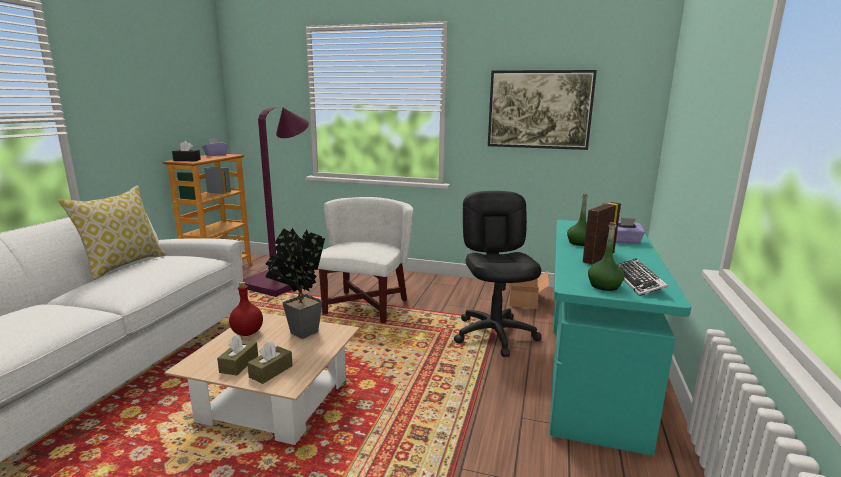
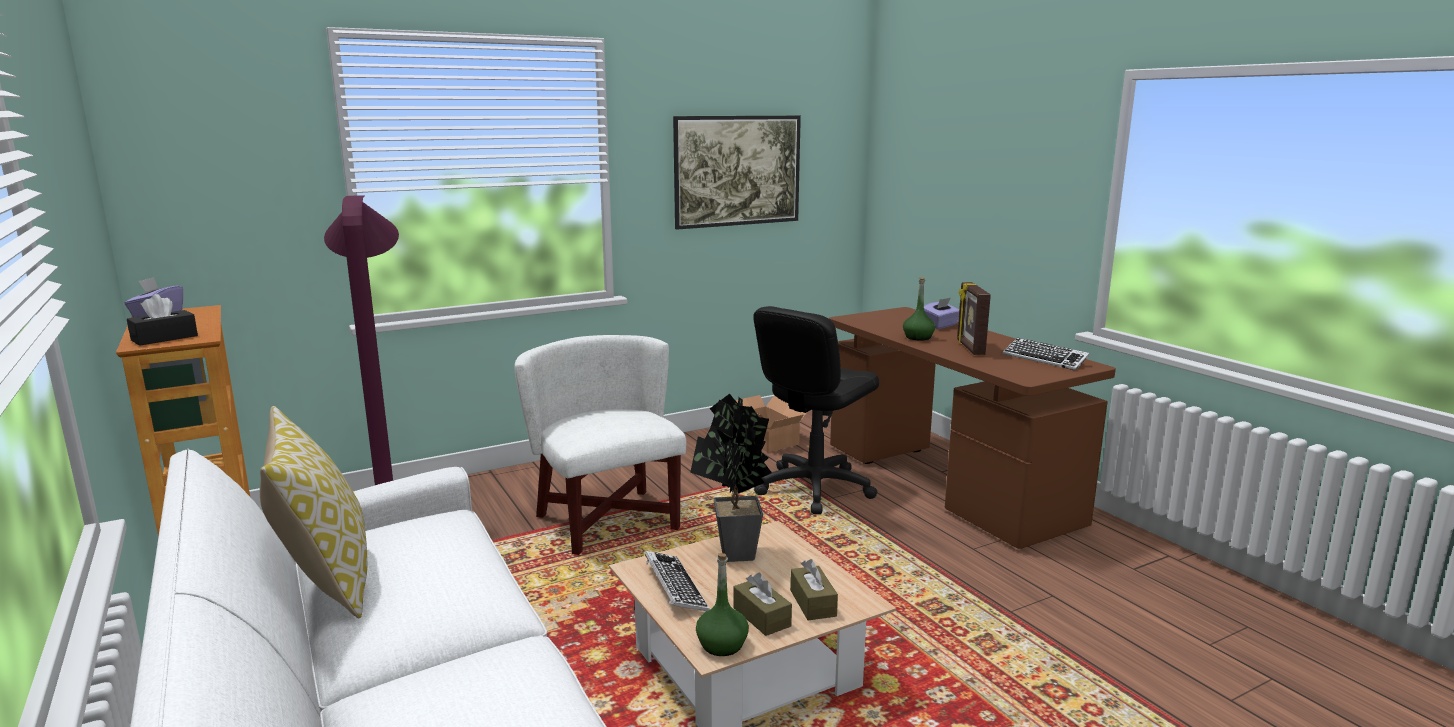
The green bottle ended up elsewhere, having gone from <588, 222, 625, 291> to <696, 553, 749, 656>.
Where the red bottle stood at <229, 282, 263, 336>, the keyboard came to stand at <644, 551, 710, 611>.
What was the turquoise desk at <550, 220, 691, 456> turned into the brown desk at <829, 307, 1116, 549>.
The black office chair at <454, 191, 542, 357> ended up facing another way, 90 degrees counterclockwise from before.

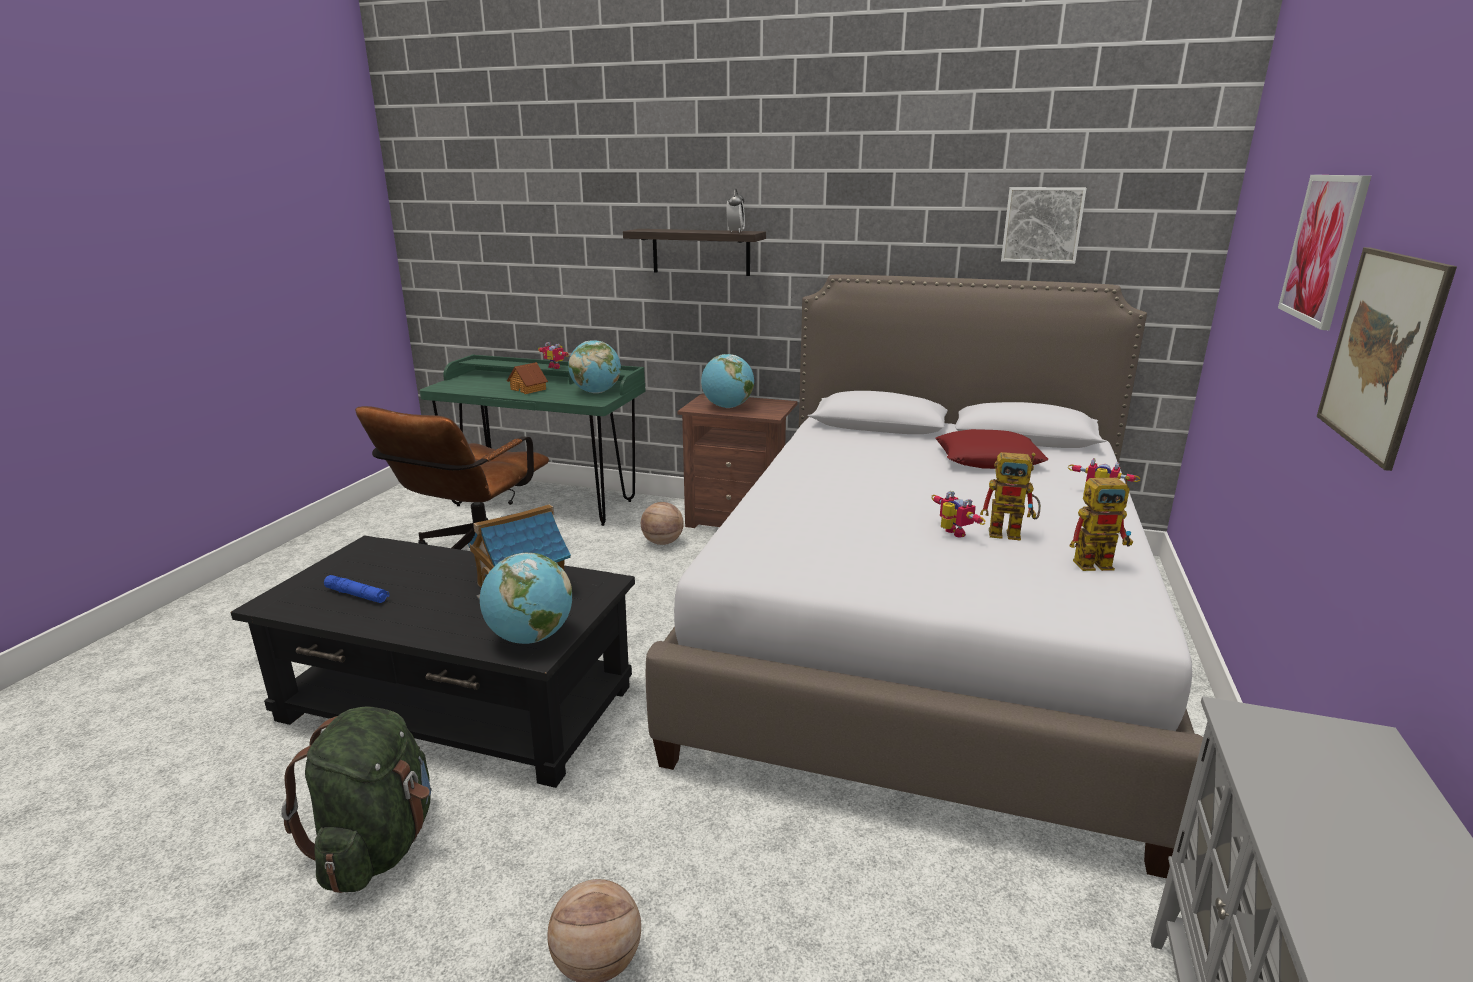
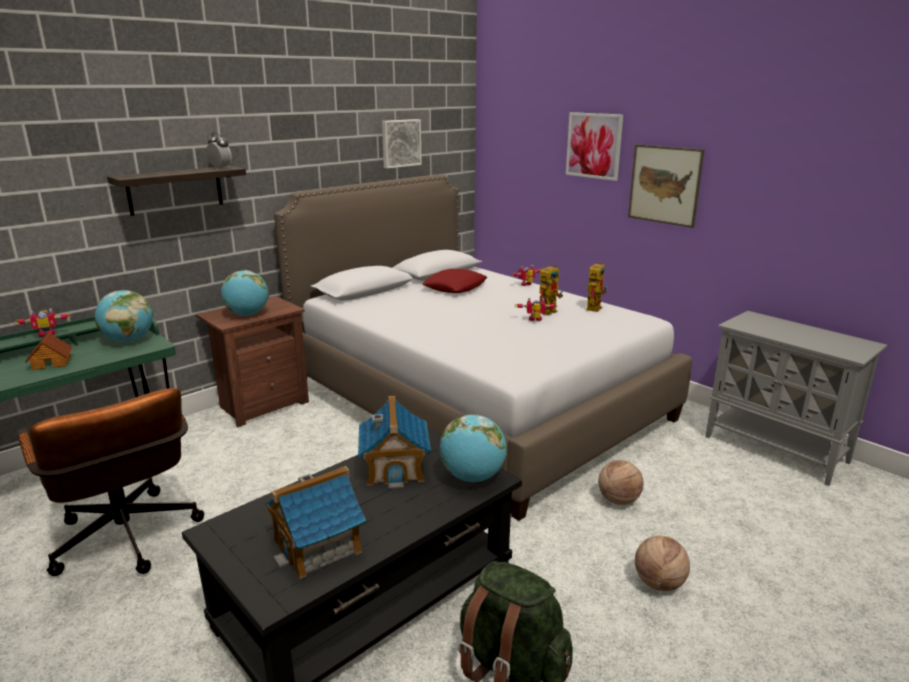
The basketball ended up elsewhere, having gone from <641, 502, 684, 545> to <598, 460, 644, 505>.
Where the blue flashlight stood at <324, 575, 389, 603>, the toy house came to stand at <266, 466, 366, 579>.

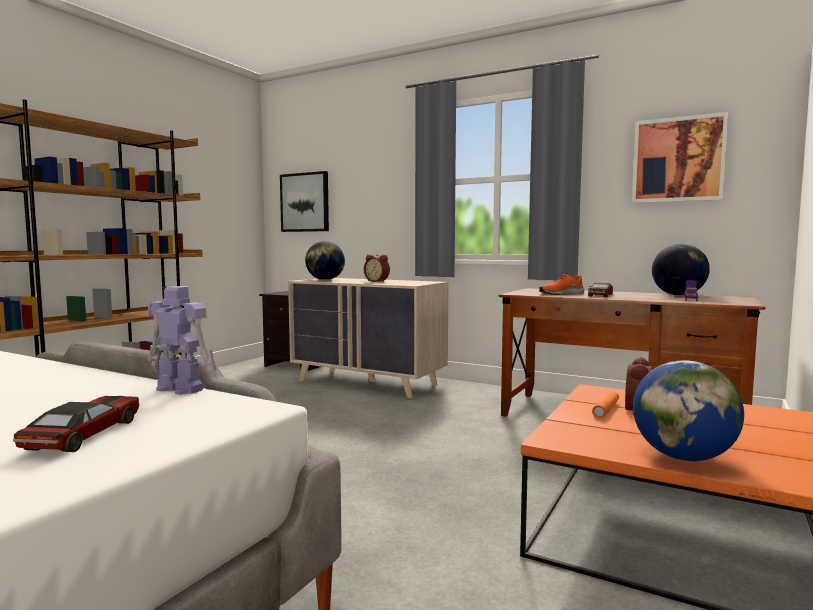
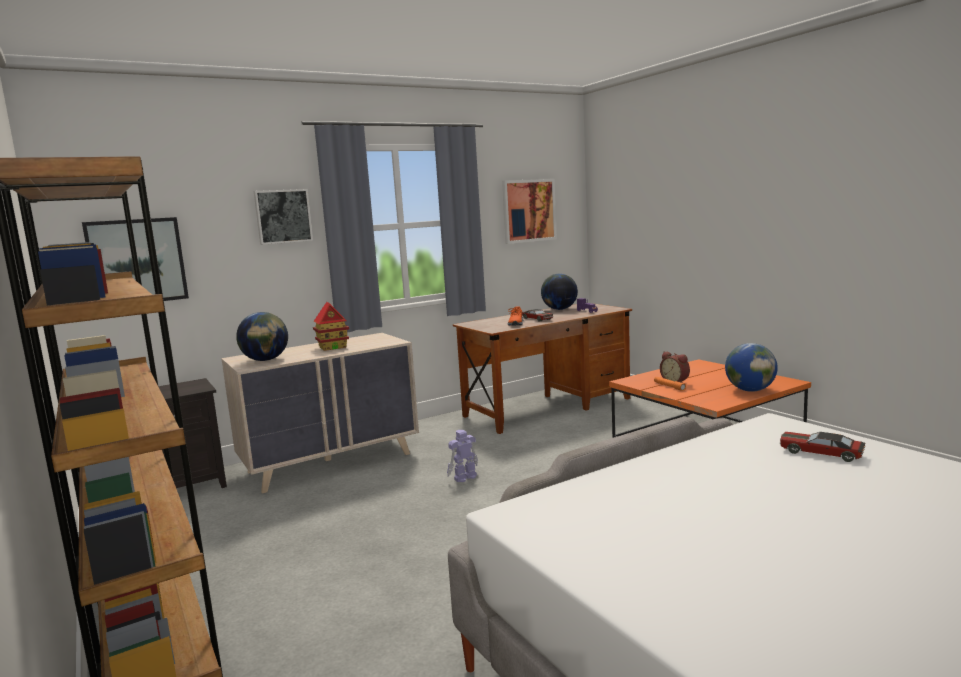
The second view gained the picture at <254, 189, 313, 245>.
The toy robot ended up elsewhere, having gone from <148, 286, 217, 395> to <447, 430, 478, 482>.
Where the alarm clock stood at <364, 255, 390, 282>, the toy house came to stand at <313, 302, 349, 351>.

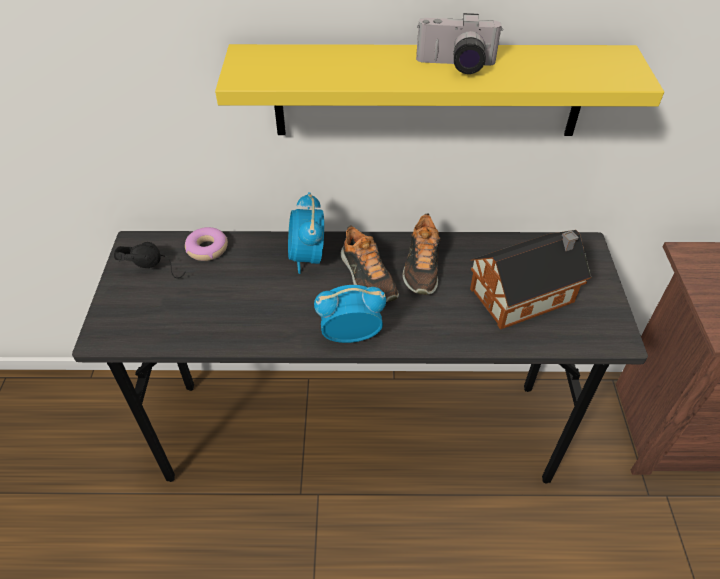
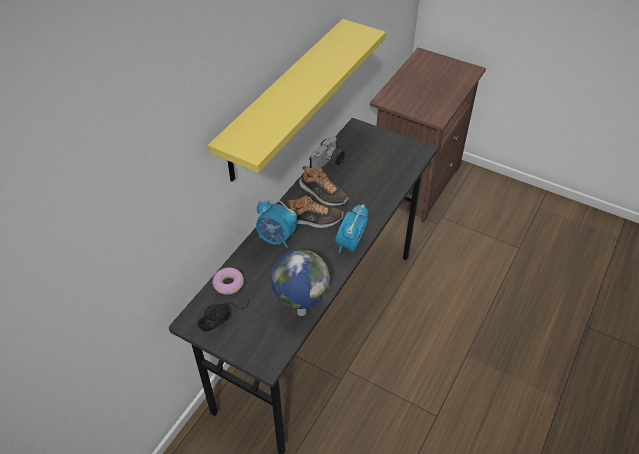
The second view lost the toy house at <470, 230, 591, 329>.
The second view gained the globe at <271, 249, 330, 316>.
The photo camera ended up elsewhere, having gone from <416, 13, 503, 74> to <309, 136, 345, 169>.

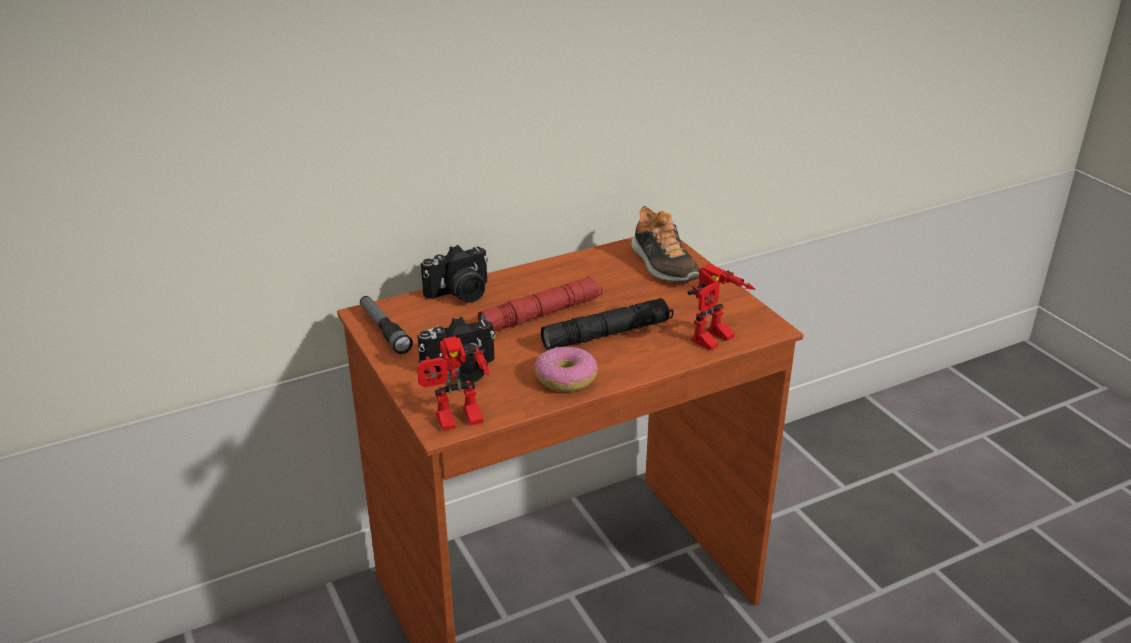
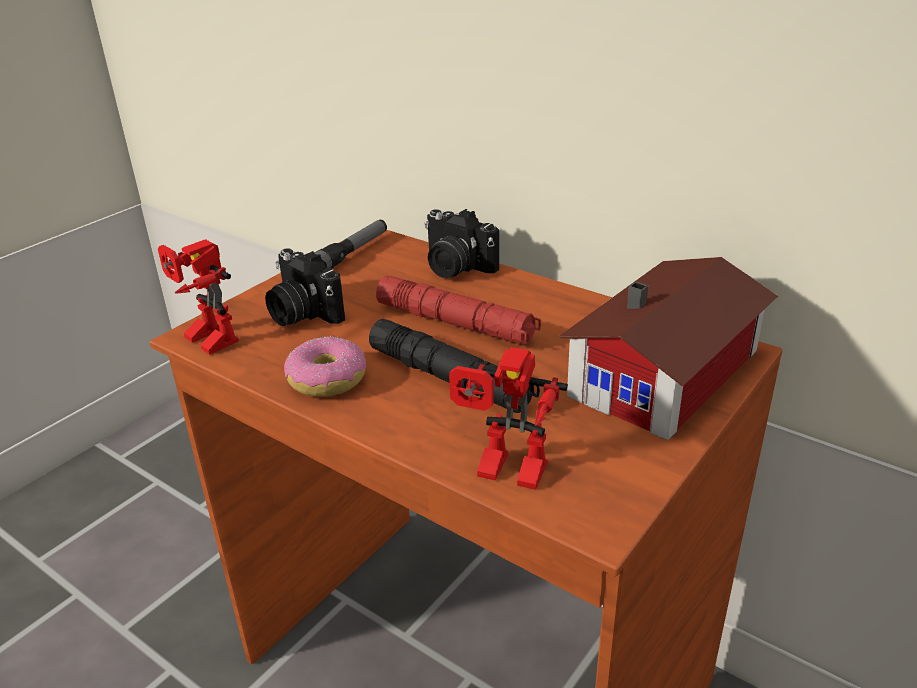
Where the shoe stood at <631, 206, 699, 282>, the toy house came to stand at <559, 257, 778, 440>.

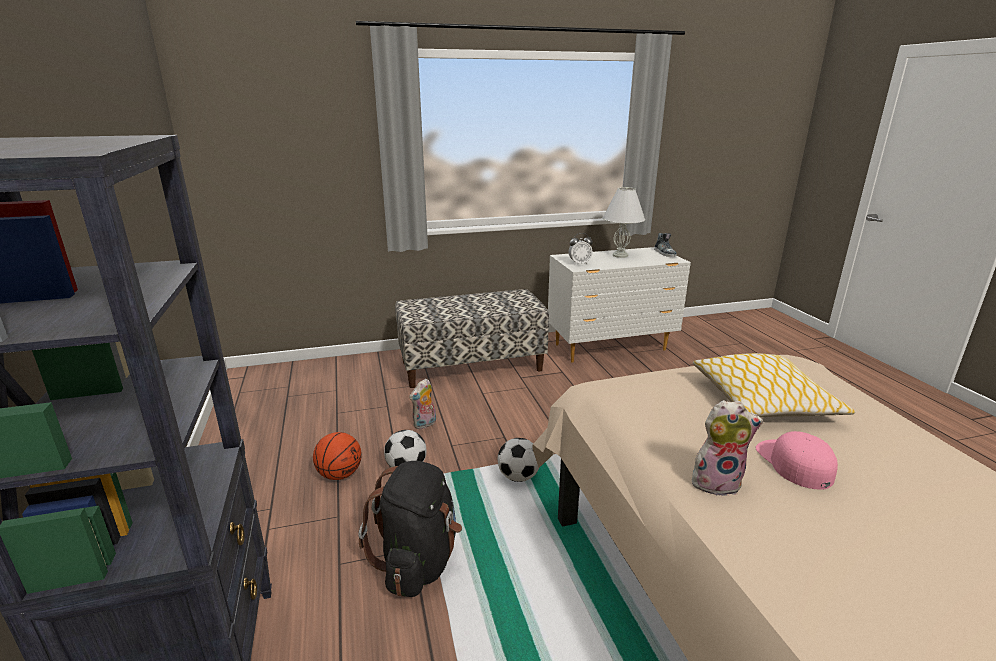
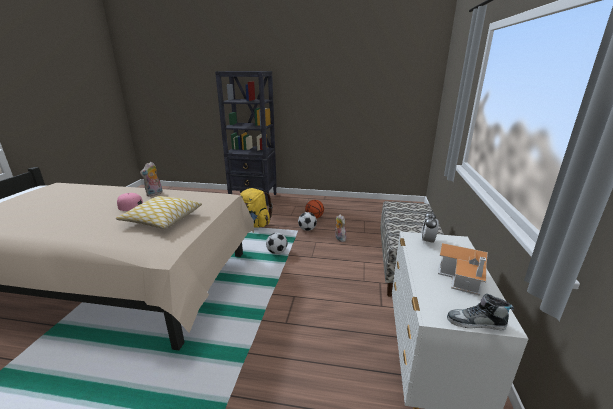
Where the white table lamp stood at <603, 187, 645, 258>, the toy house came to stand at <438, 243, 488, 296>.
What was the black backpack at <358, 461, 462, 597> turned into the yellow backpack at <240, 188, 273, 228>.

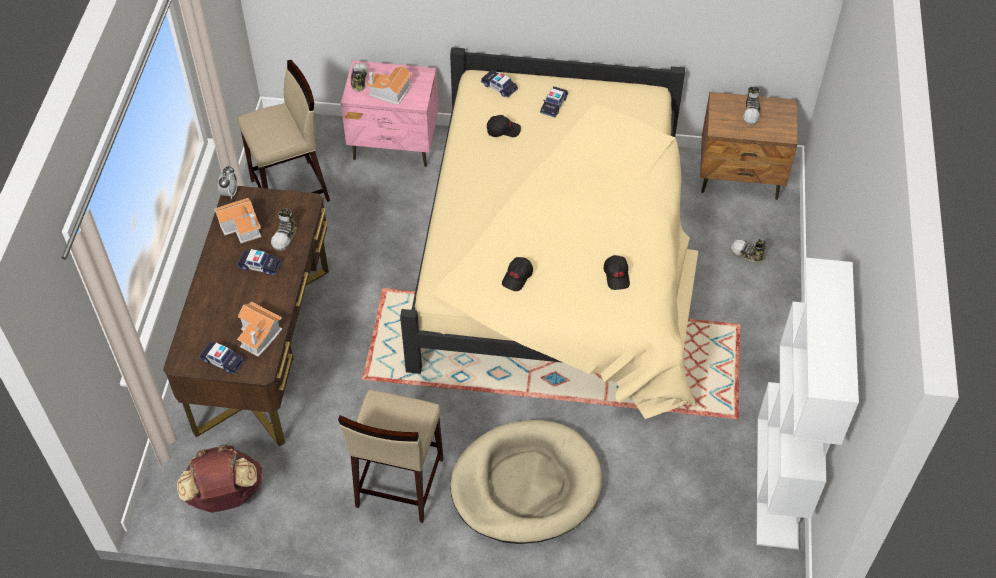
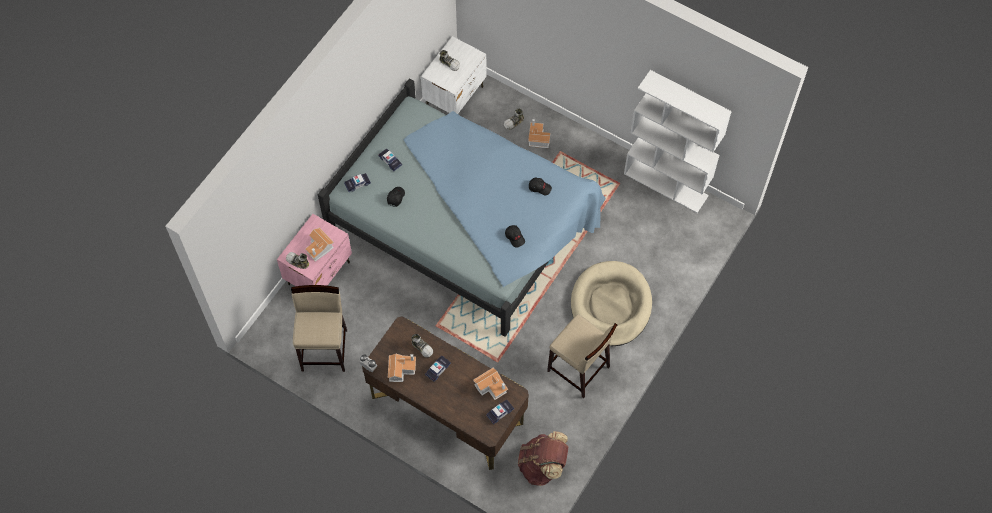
The second view gained the toy house at <528, 119, 551, 148>.
What was the beige bed at <400, 47, 698, 419> turned into the blue bed at <318, 78, 606, 337>.
What was the brown nightstand at <700, 92, 798, 200> turned into the white nightstand at <421, 36, 487, 114>.

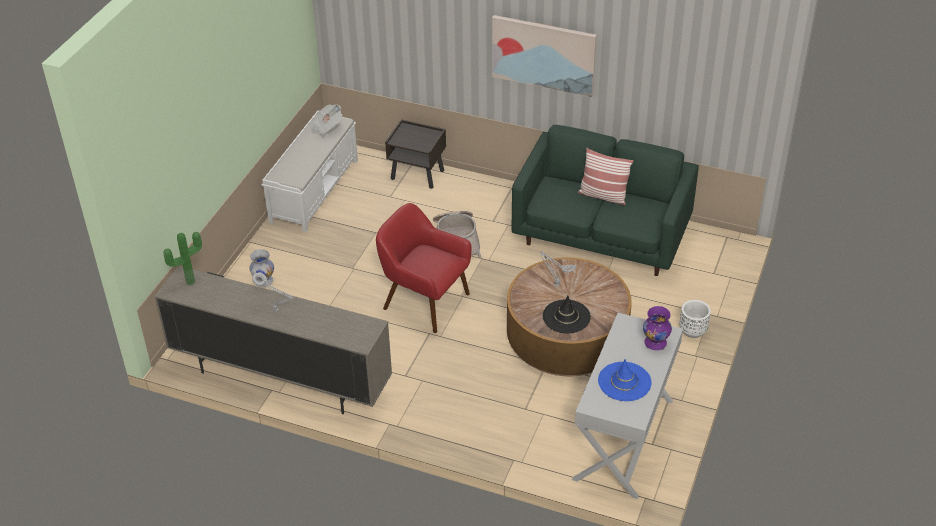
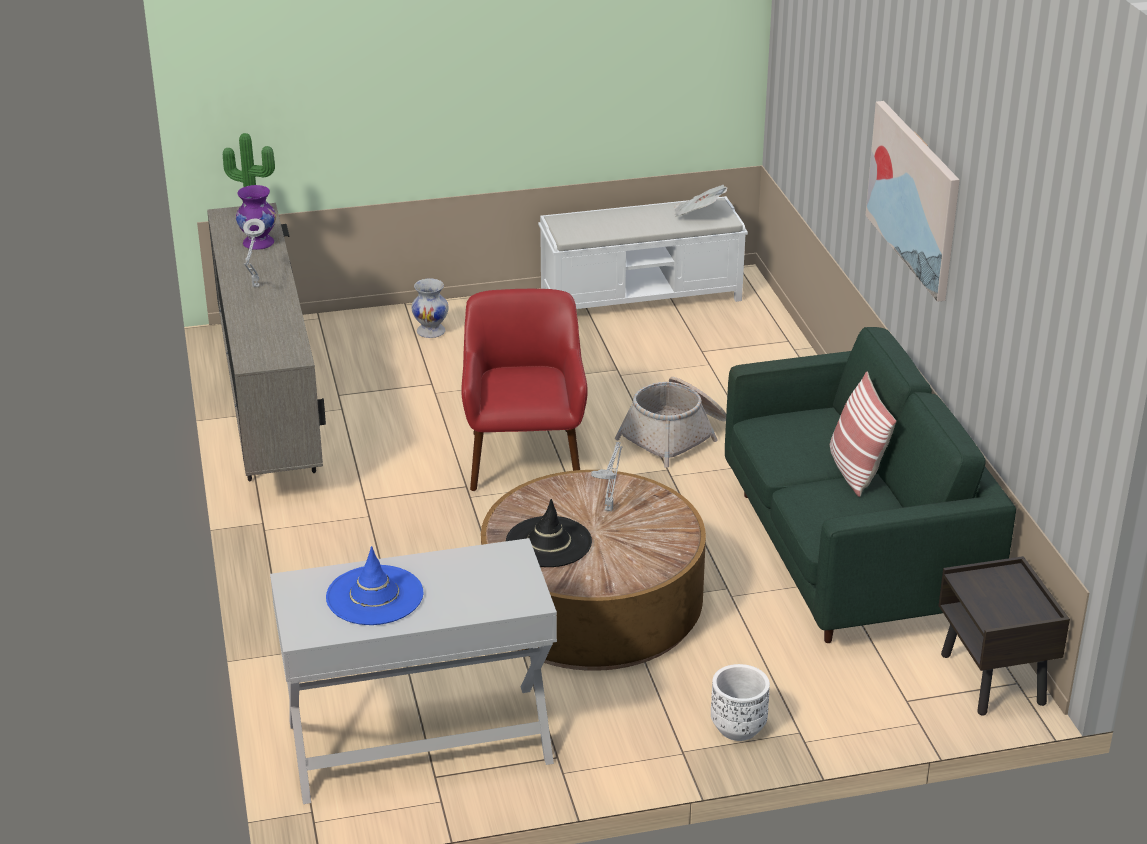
The brown nightstand ended up elsewhere, having gone from <385, 119, 446, 189> to <938, 556, 1070, 715>.
The purple vase ended up elsewhere, having gone from <643, 306, 672, 350> to <236, 185, 276, 250>.

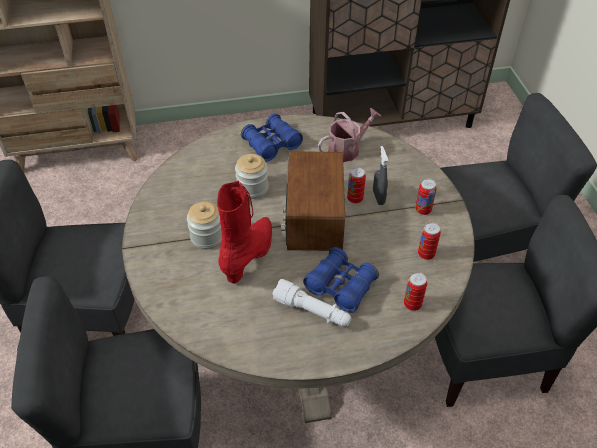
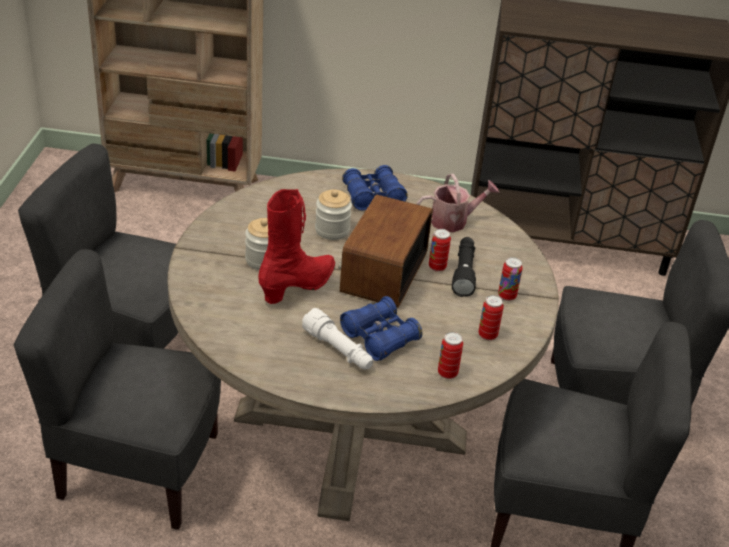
Where the grey spray bottle stood at <373, 146, 388, 205>, the black flashlight came to stand at <452, 237, 476, 297>.

